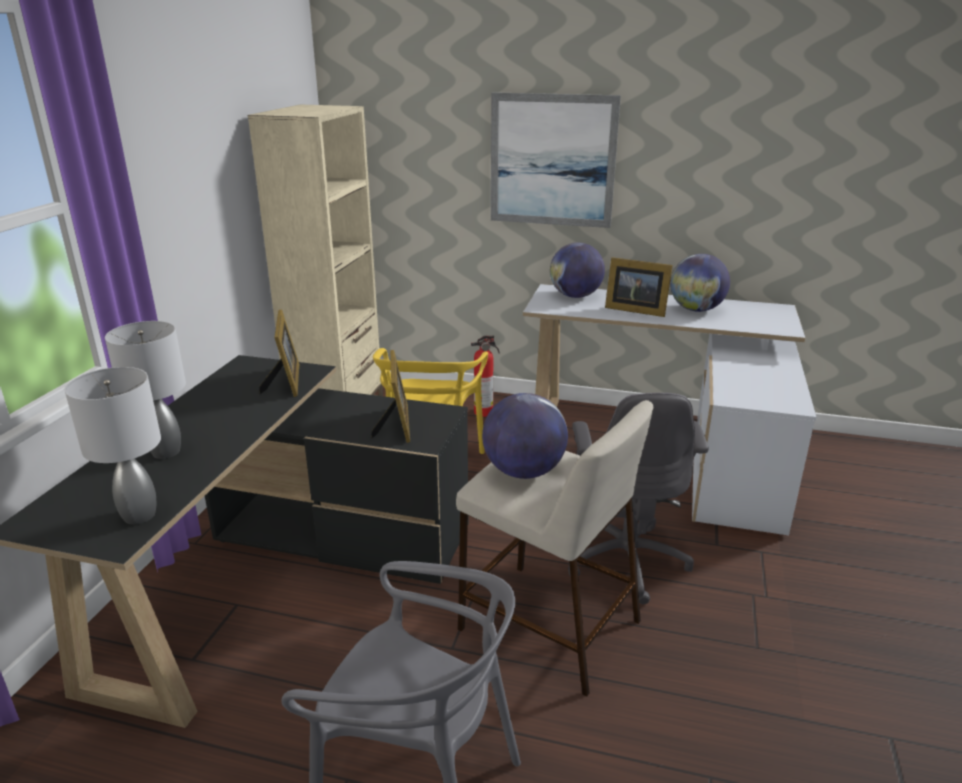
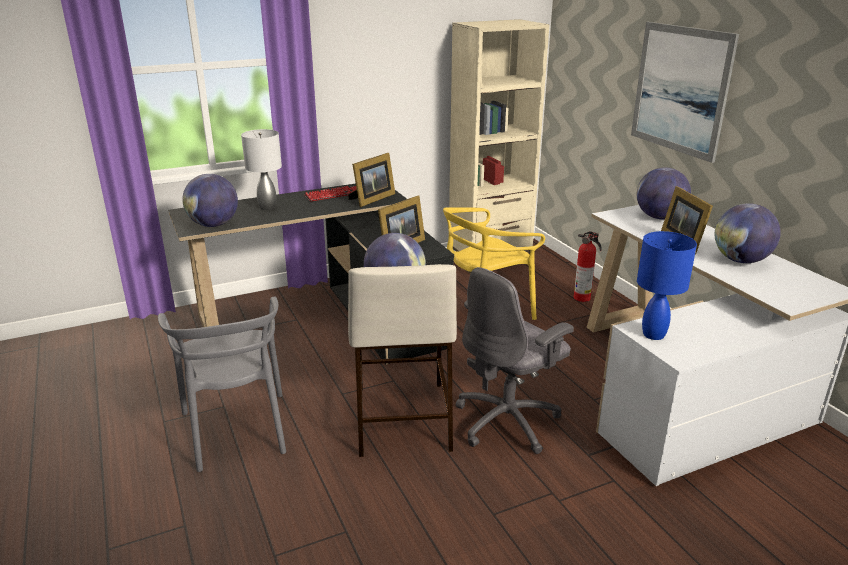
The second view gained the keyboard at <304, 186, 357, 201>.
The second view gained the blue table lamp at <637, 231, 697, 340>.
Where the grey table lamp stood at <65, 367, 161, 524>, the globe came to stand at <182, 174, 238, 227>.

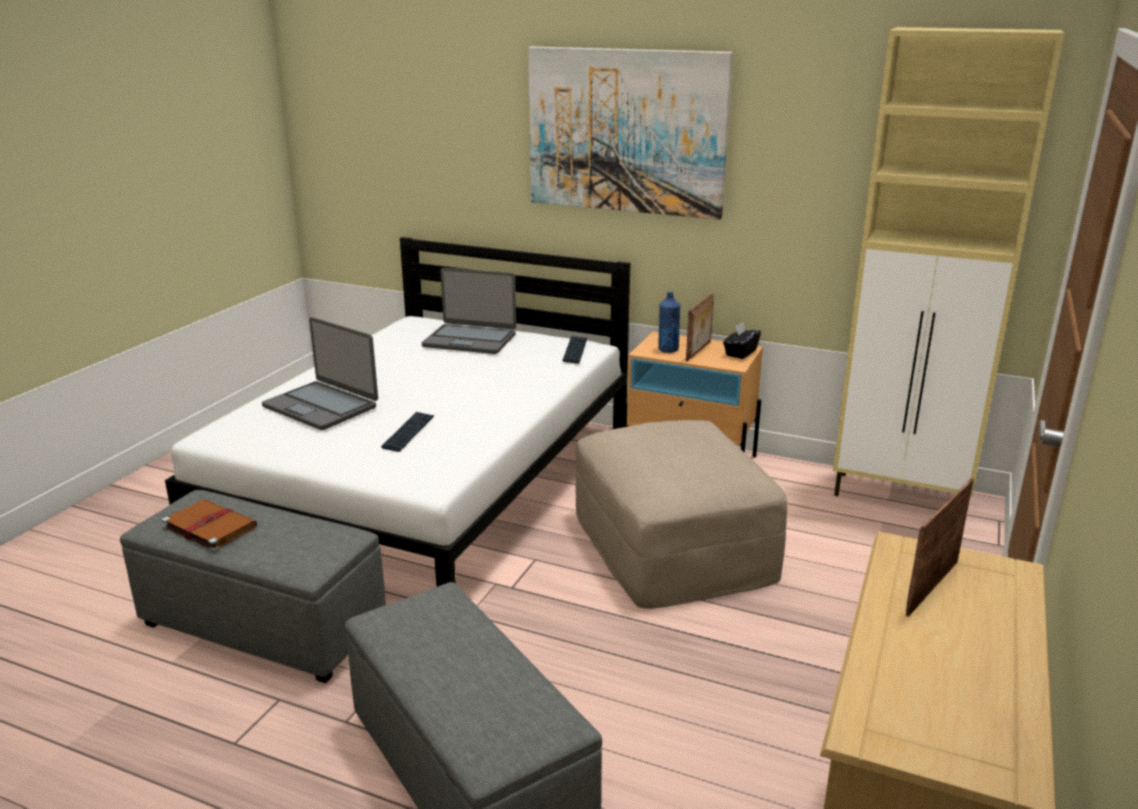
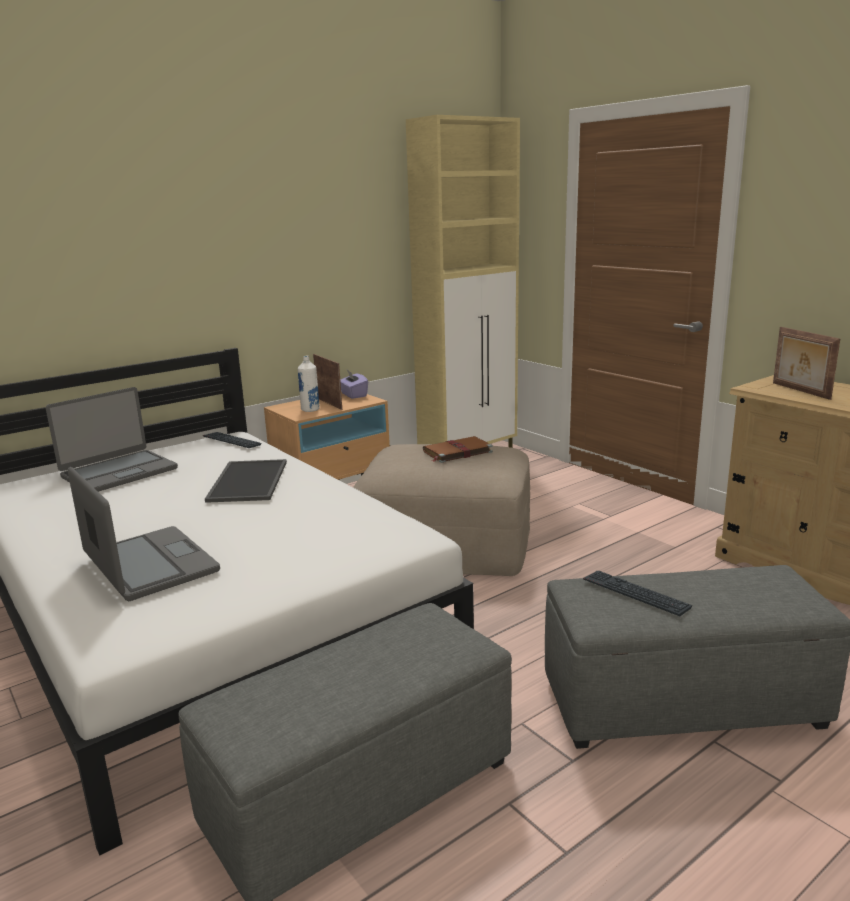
The second view lost the picture at <528, 47, 733, 220>.
The second view gained the tray at <205, 459, 287, 503>.
The brown book ended up elsewhere, having gone from <162, 499, 257, 551> to <423, 436, 493, 463>.
The keyboard ended up elsewhere, having gone from <381, 412, 435, 452> to <583, 571, 692, 616>.
What was the blue bottle at <659, 292, 680, 353> turned into the white bottle at <298, 355, 319, 412>.
What was the black tissue box at <723, 322, 761, 359> turned into the purple tissue box at <340, 370, 368, 399>.
The laptop at <262, 317, 378, 430> ended up facing another way, 105 degrees counterclockwise from before.

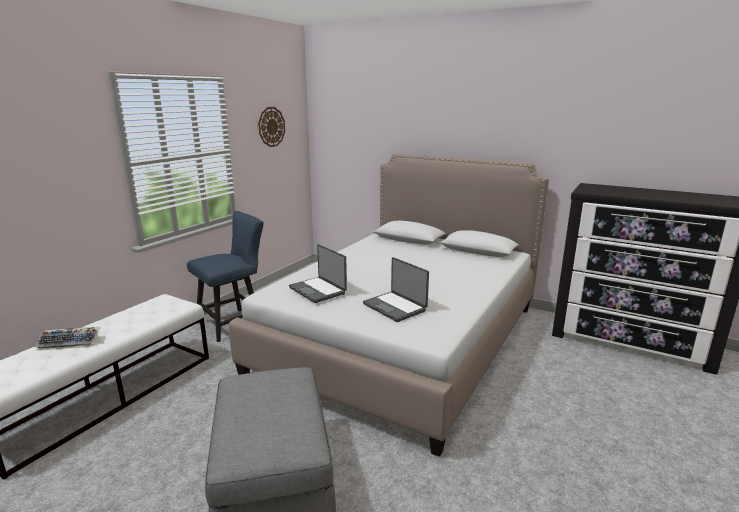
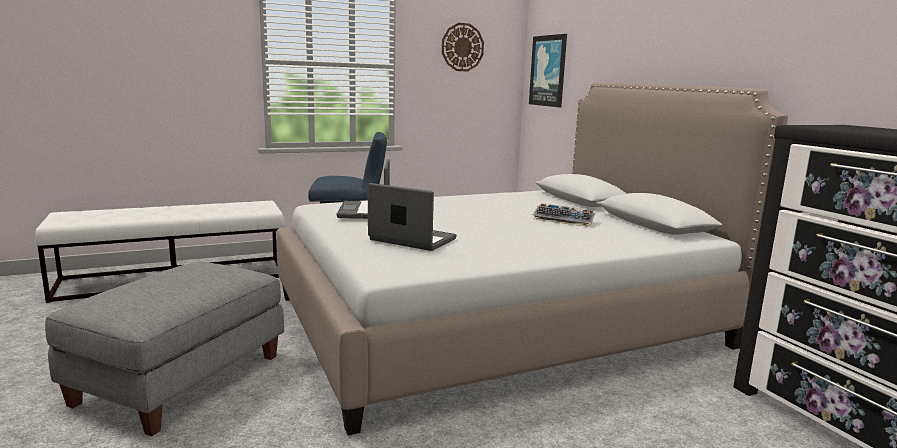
The second view gained the picture at <529, 34, 567, 107>.
The keyboard ended up elsewhere, having gone from <35, 327, 100, 350> to <533, 203, 597, 227>.
The laptop at <363, 257, 429, 322> ended up facing another way, 120 degrees clockwise from before.

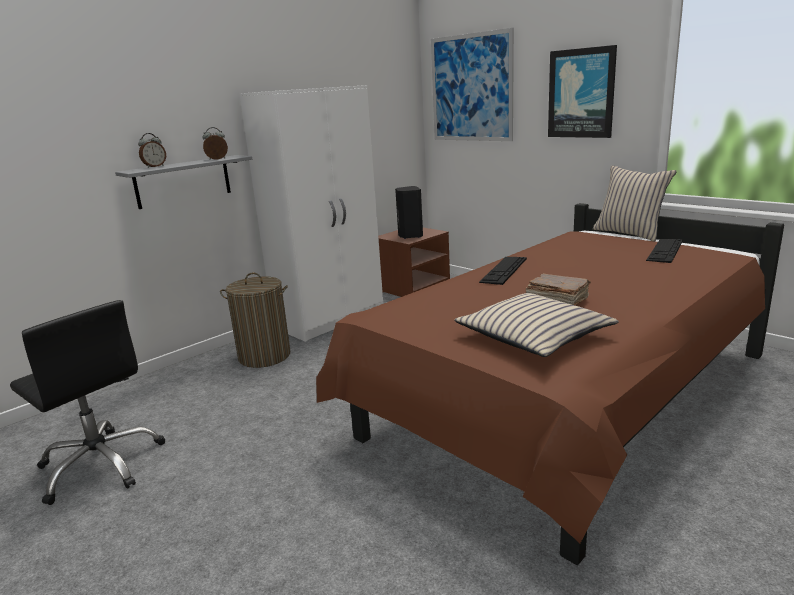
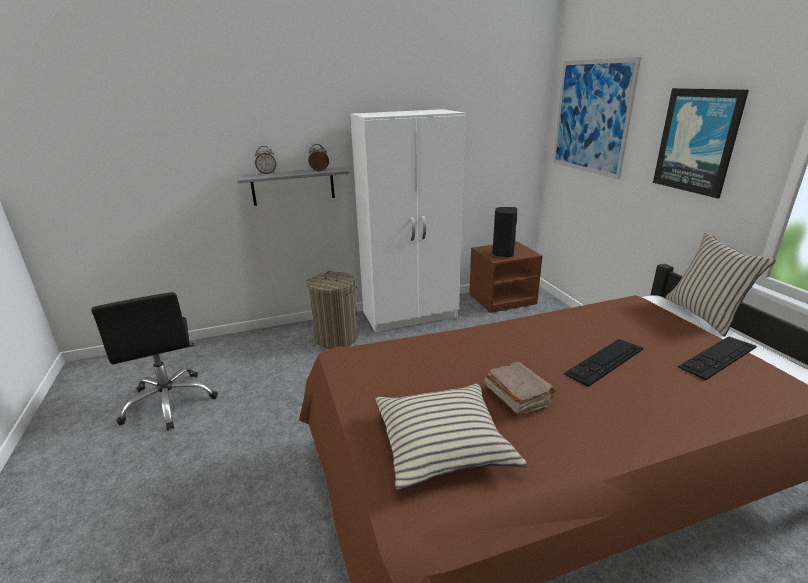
The keyboard ended up elsewhere, having gone from <479, 257, 527, 285> to <564, 339, 643, 387>.

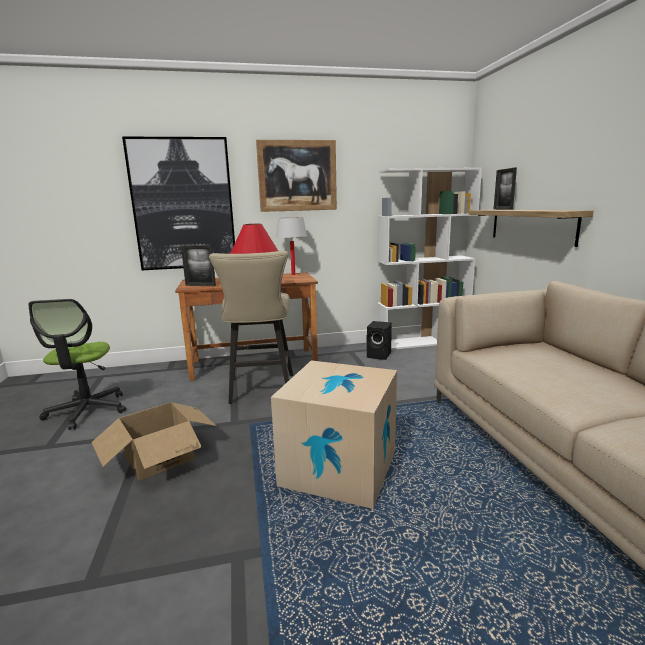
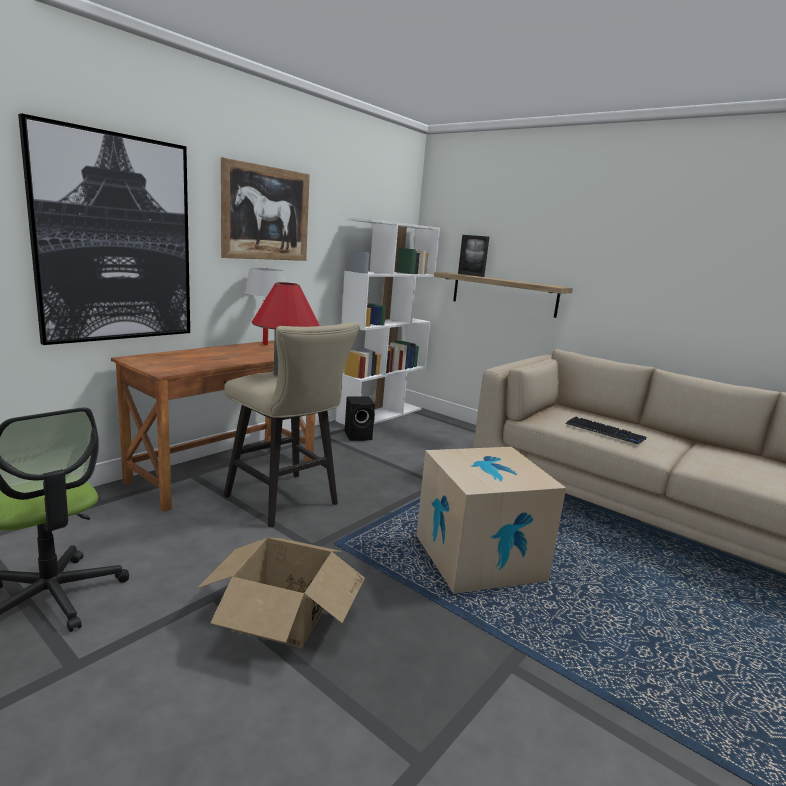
The second view lost the picture frame at <181, 245, 216, 286>.
The second view gained the keyboard at <565, 417, 646, 444>.

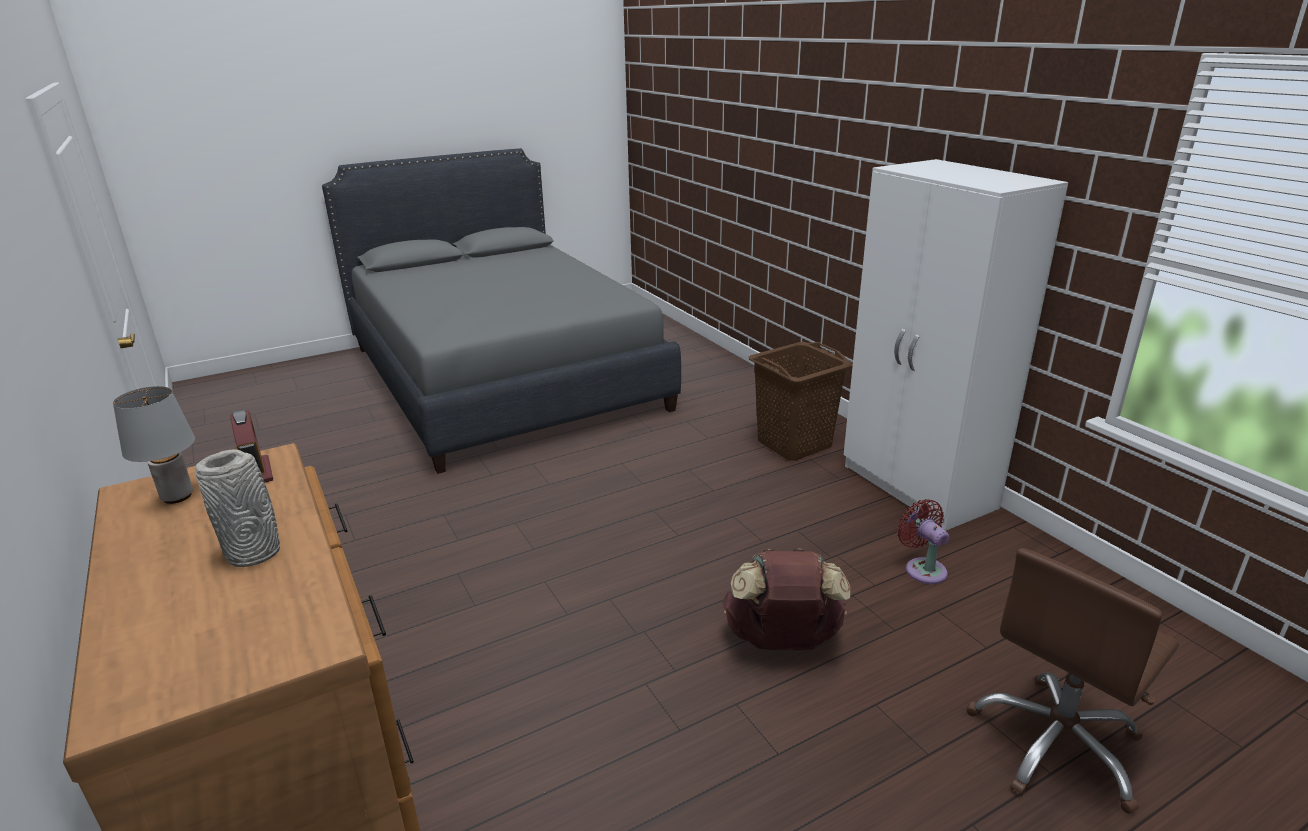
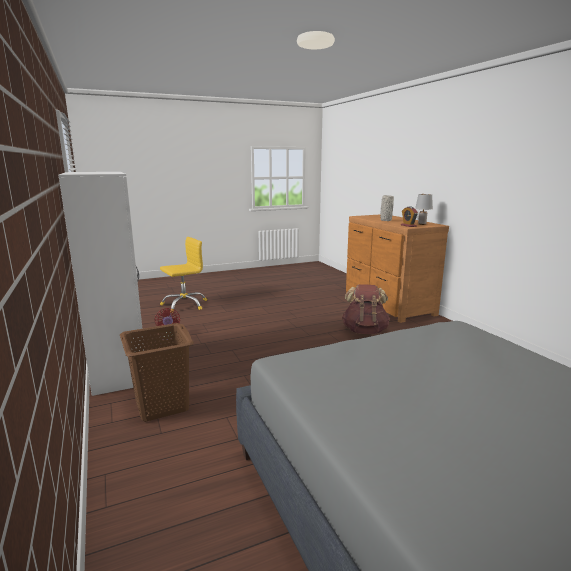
The brown backpack ended up elsewhere, having gone from <722, 549, 850, 650> to <342, 284, 390, 334>.
What was the brown office chair at <967, 548, 1179, 814> turned into the yellow office chair at <160, 237, 207, 313>.

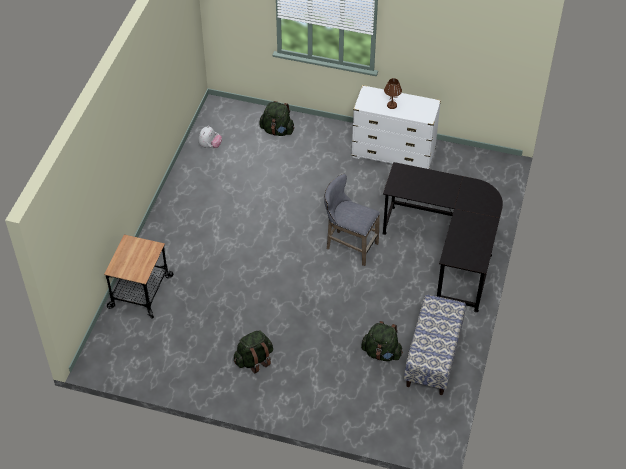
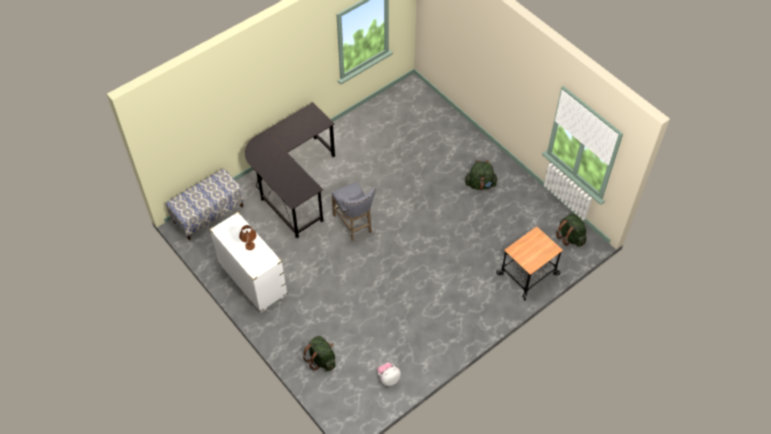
The green backpack ended up elsewhere, having gone from <361, 321, 403, 361> to <556, 213, 587, 247>.
The bench ended up elsewhere, having gone from <404, 294, 466, 395> to <166, 168, 245, 240>.

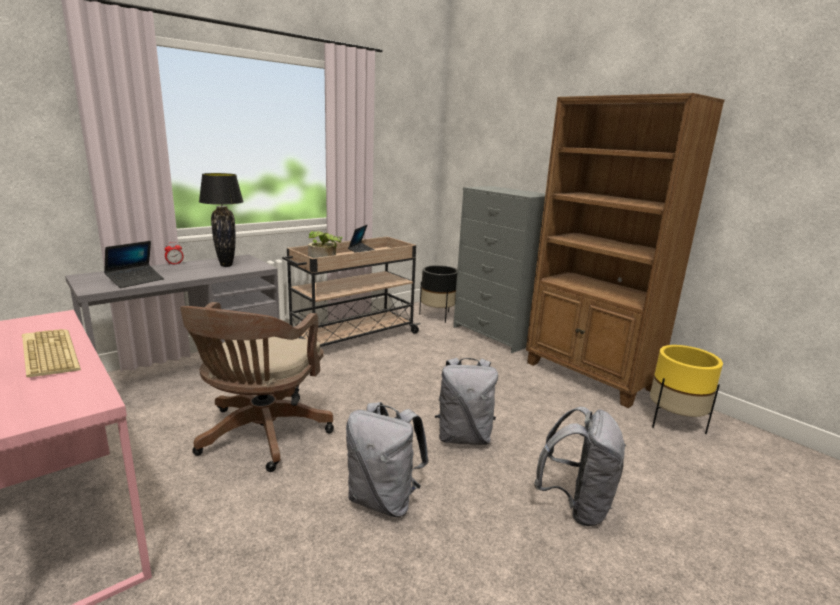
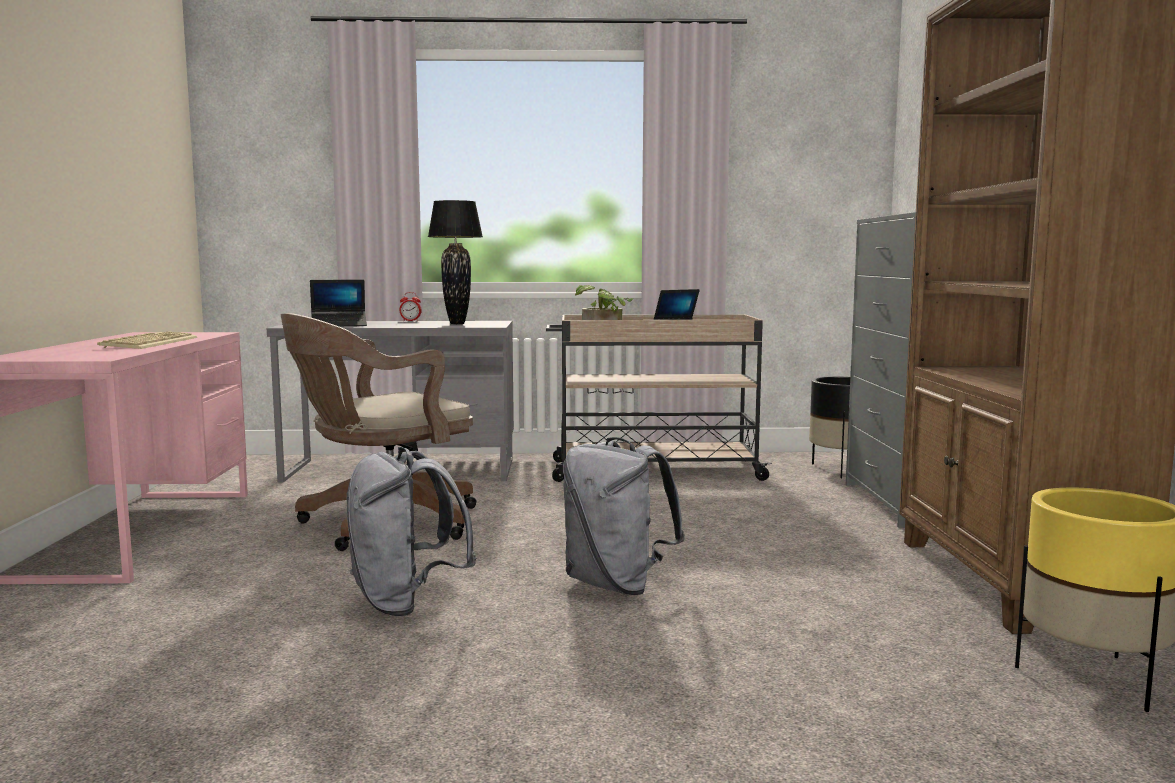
The second view lost the grey backpack at <534, 407, 626, 526>.

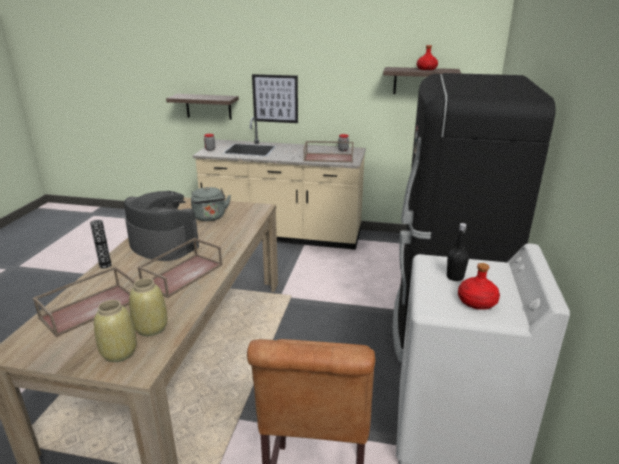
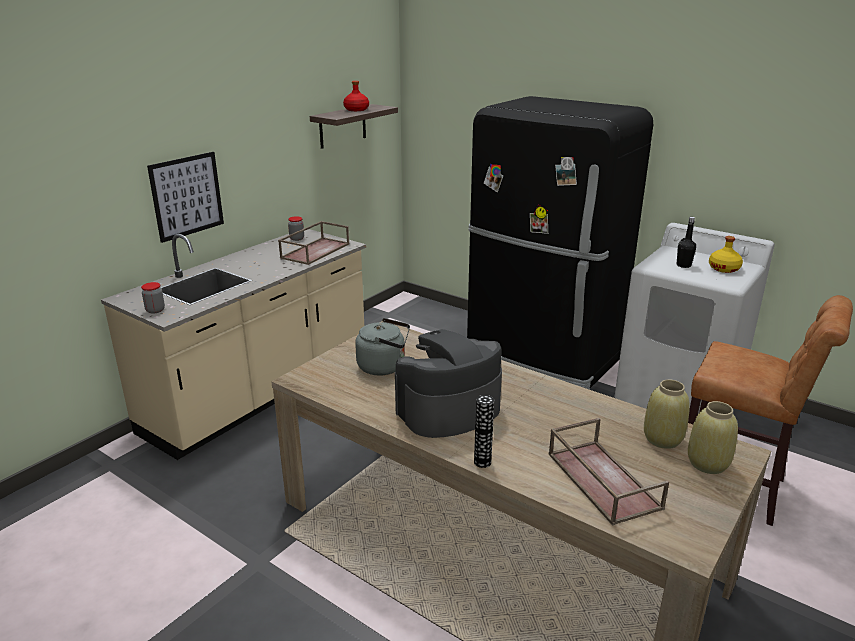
The second view lost the brown tray at <137, 238, 223, 298>.
The second view lost the shelf at <166, 94, 239, 120>.
What was the red bottle at <458, 263, 500, 310> turned into the yellow bottle at <709, 236, 743, 273>.

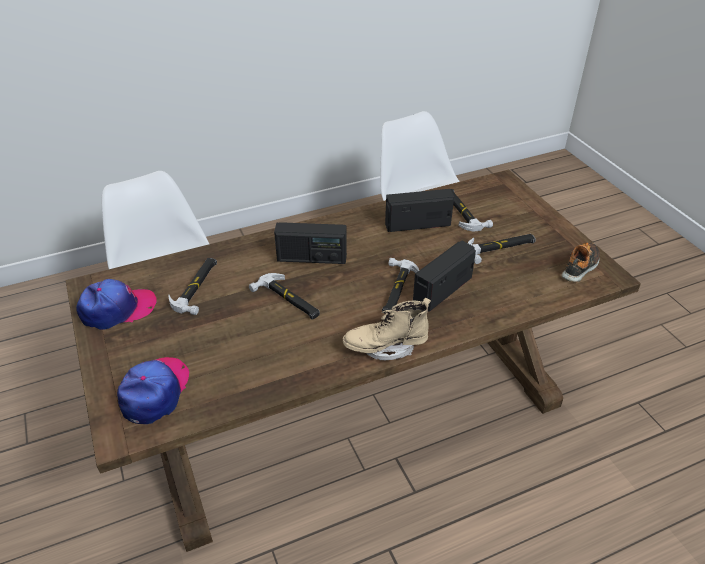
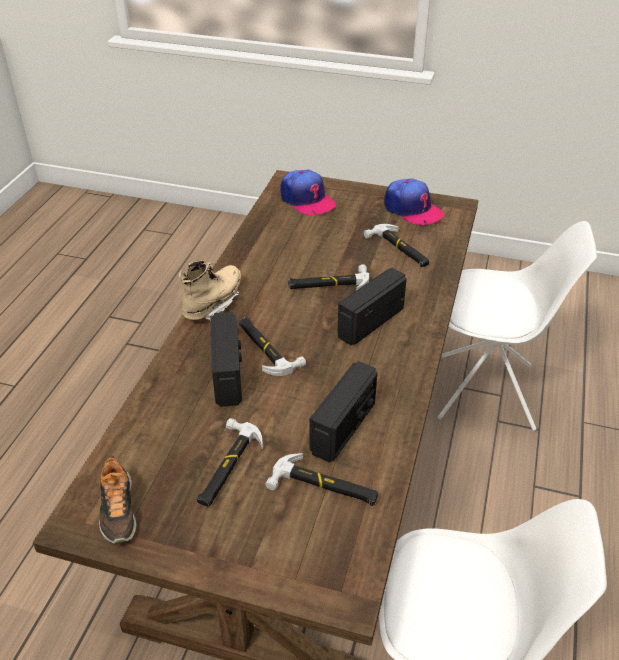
The cap at <76, 279, 157, 330> ended up facing another way, 60 degrees counterclockwise from before.

